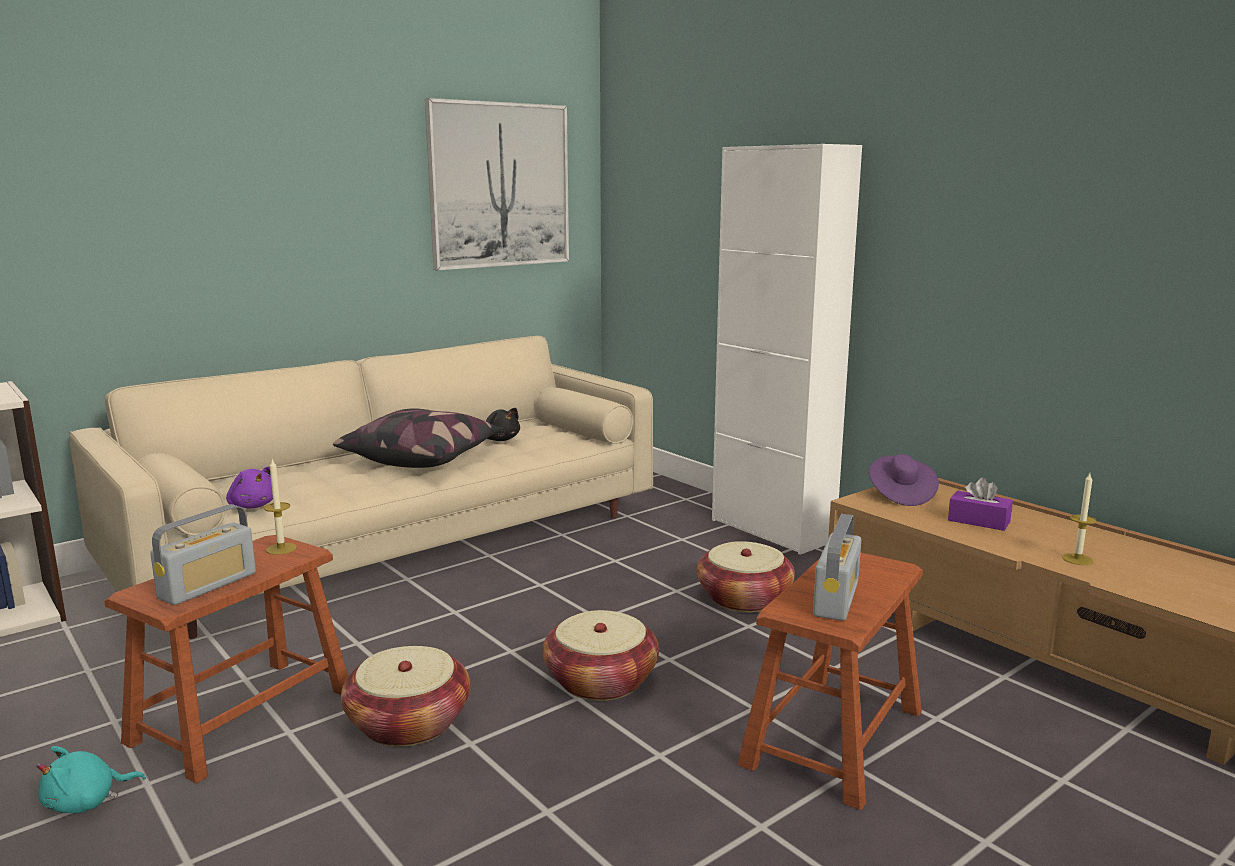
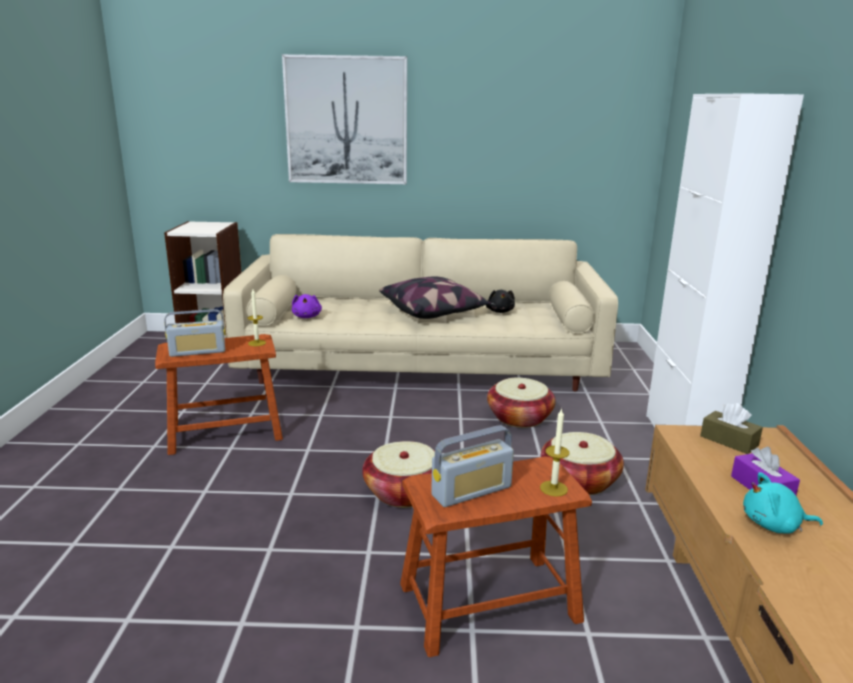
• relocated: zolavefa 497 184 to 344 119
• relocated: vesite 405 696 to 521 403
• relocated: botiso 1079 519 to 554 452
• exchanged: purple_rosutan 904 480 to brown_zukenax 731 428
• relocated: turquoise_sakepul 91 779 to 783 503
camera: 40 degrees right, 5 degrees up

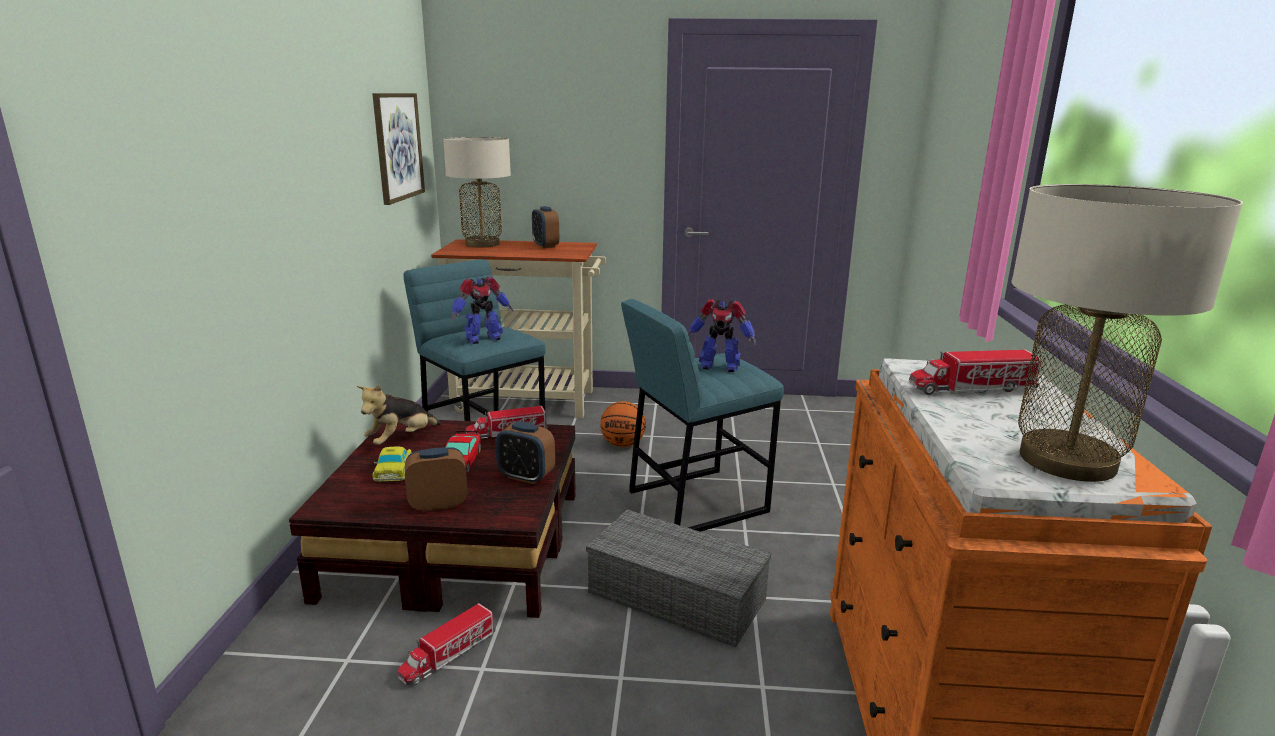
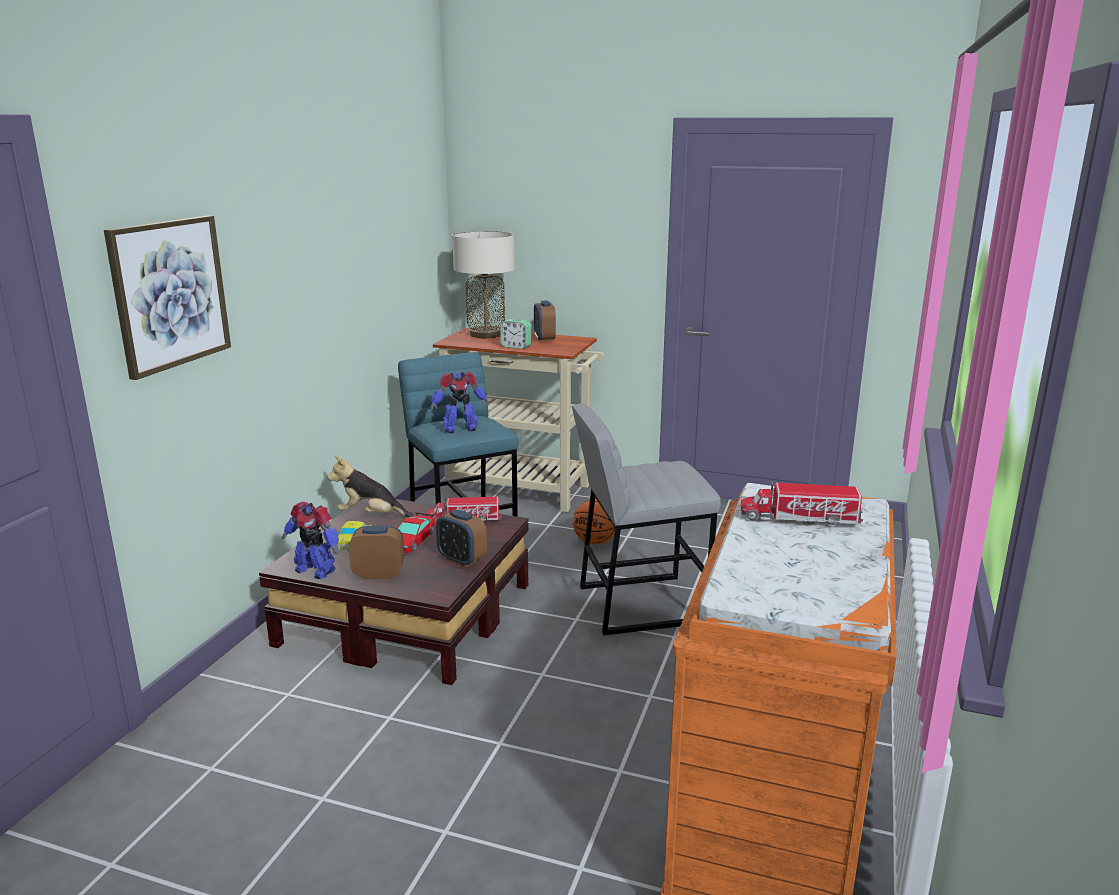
• relocated: zolavefa 398 149 to 167 298
• relocated: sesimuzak 722 335 to 310 540
• spun: sakepul 399 414 = 370 486 45 degrees clockwise
• appeared: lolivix 516 334
• colour: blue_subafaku 702 415 to grey_subafaku 646 519
• missing: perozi 446 644
• missing: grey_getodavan 678 578
• missing: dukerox 1127 333
camera: 15 degrees right, 0 degrees up

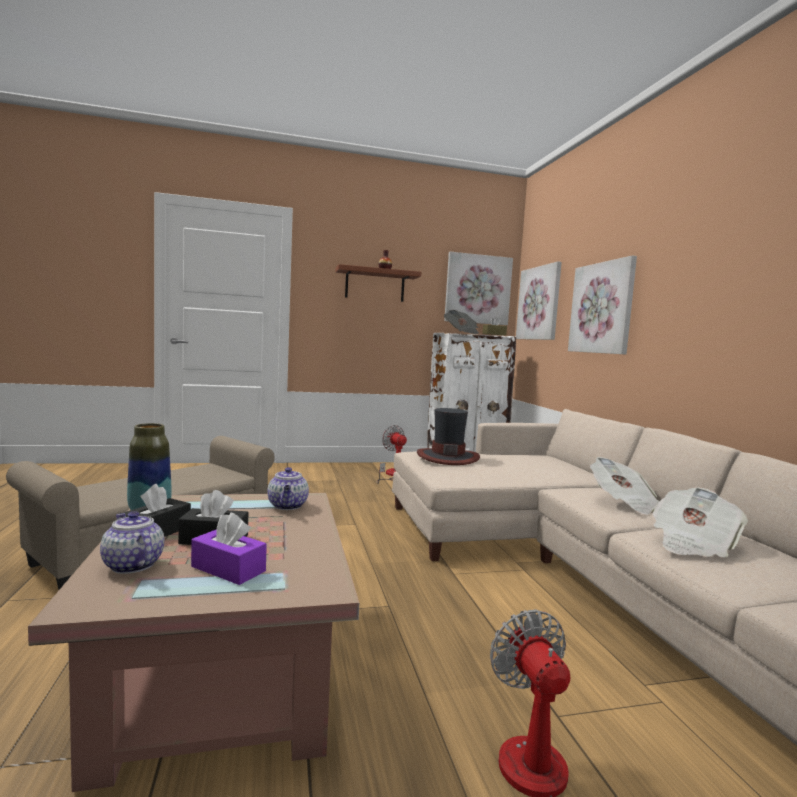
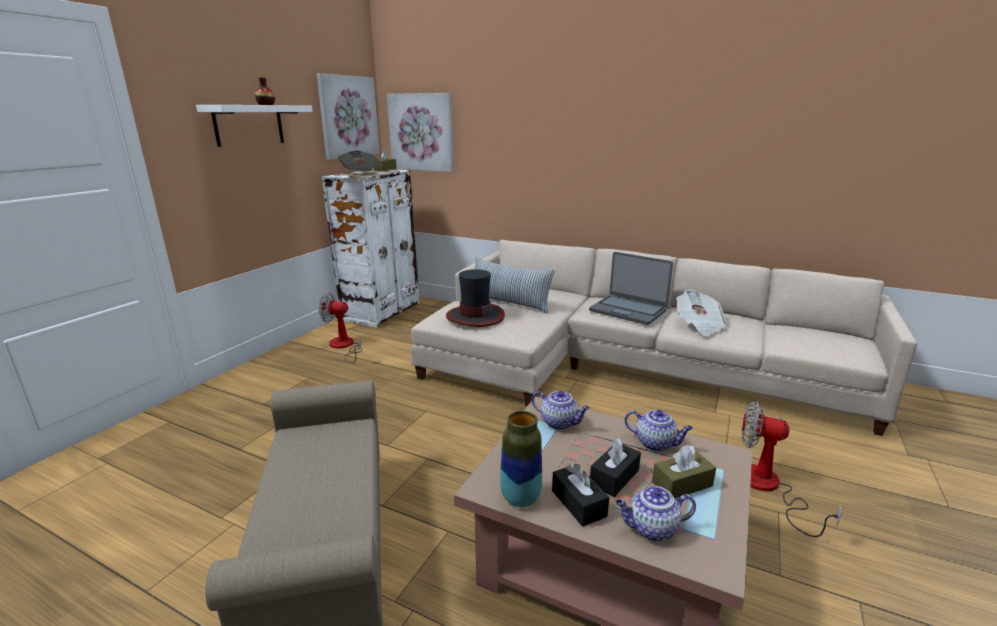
• colour: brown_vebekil 378 283 to white_vebekil 254 126
• appeared: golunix 515 285
• exchanged: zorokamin 624 486 to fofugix 631 288
• appeared: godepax 659 430
• colour: purple_zukenax 229 548 to brown_zukenax 684 471
• missing: zolavefa 602 305
camera: 50 degrees left, 15 degrees up

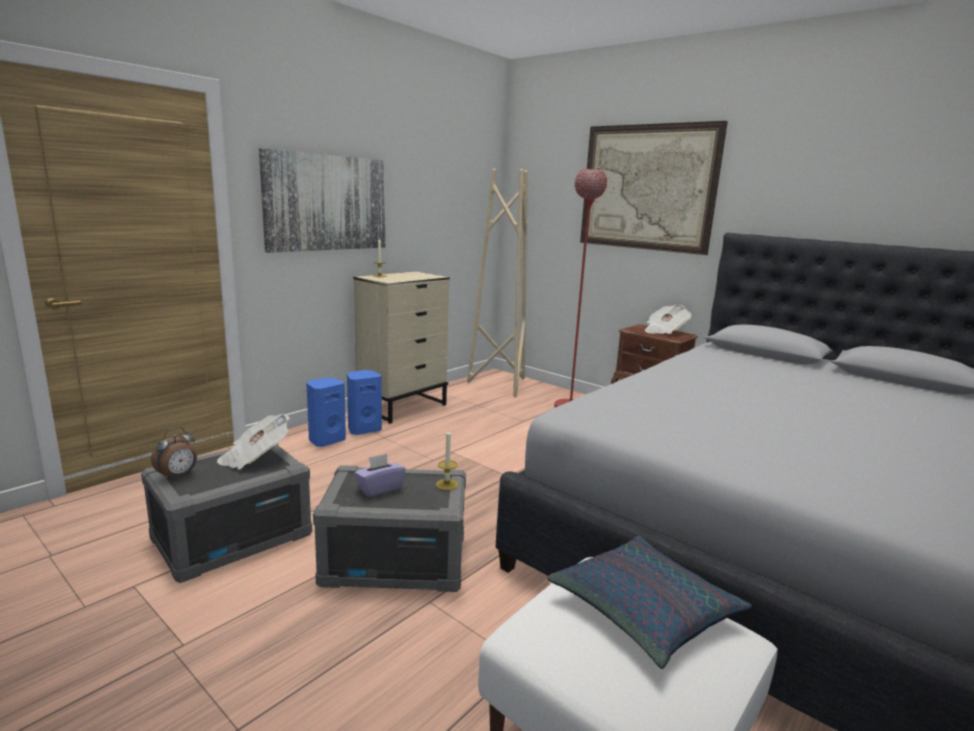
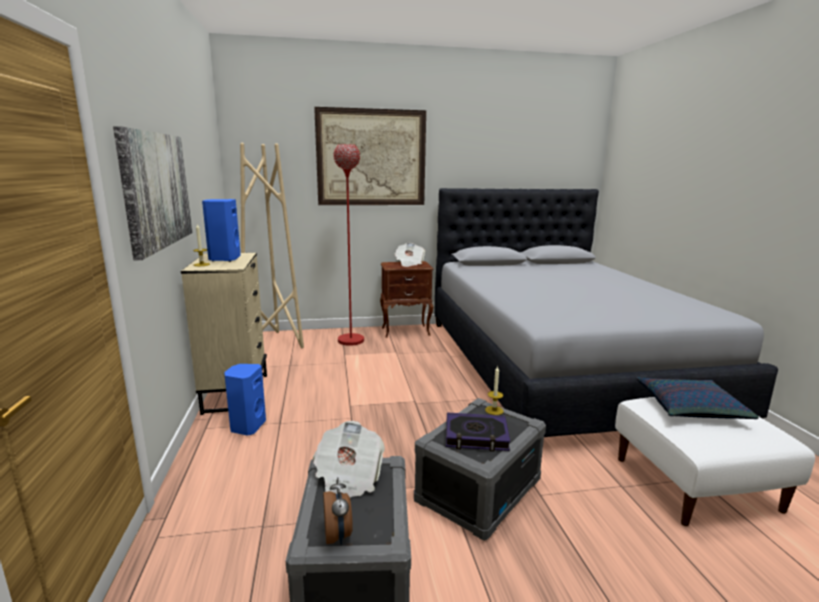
• relocated: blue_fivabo 326 412 to 221 230
• exchanged: purple_zukenax 380 475 to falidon 478 432
camera: 50 degrees left, 0 degrees up

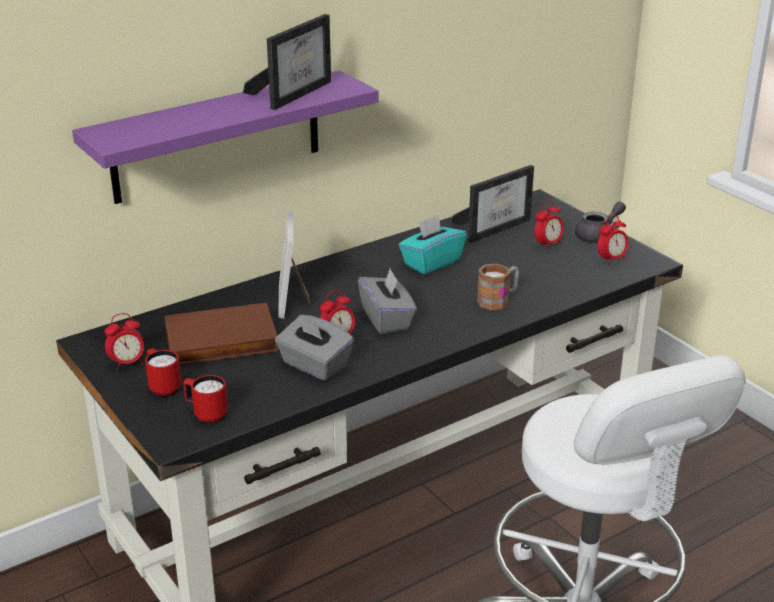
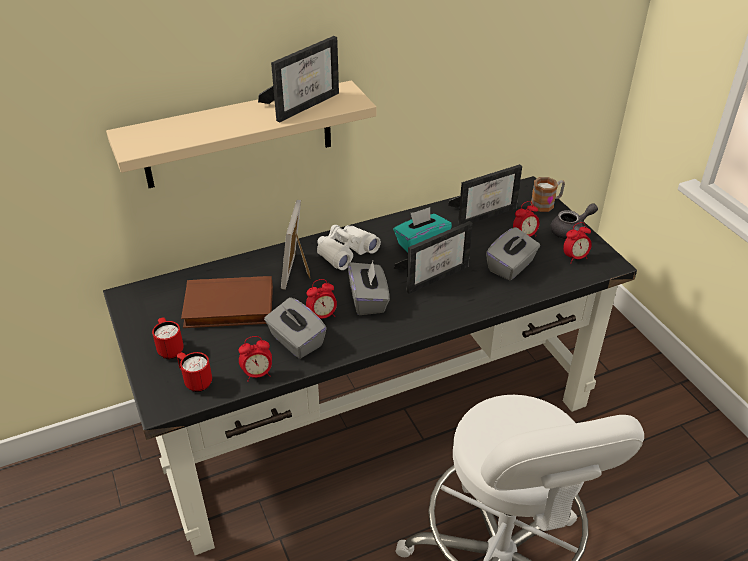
• colour: purple_vebekil 225 137 to beige_vebekil 241 134
• relocated: lolivix 124 342 to 255 359
• appeared: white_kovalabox 349 247
• appeared: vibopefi 433 257
• appeared: grey_zukenax 513 254
• relocated: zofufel 498 286 to 548 194
camera: 10 degrees right, 10 degrees up

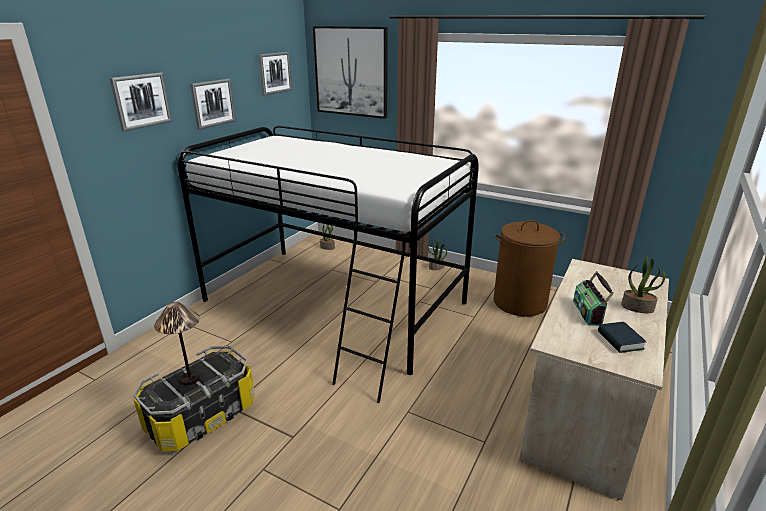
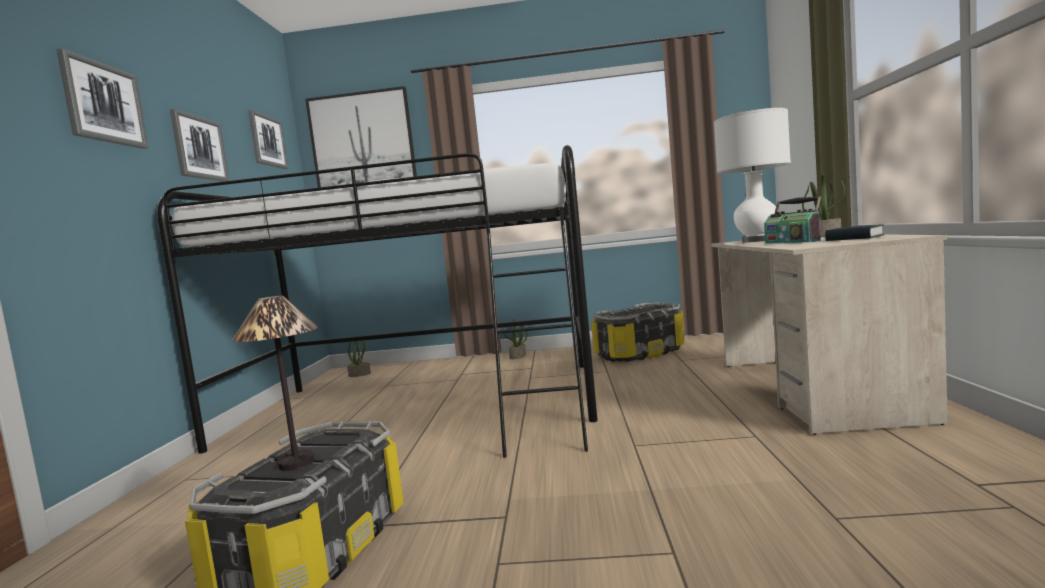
• exchanged: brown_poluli 529 268 to getodavan 638 332
• appeared: white_dukerox 752 175
camera: 25 degrees left, 20 degrees down

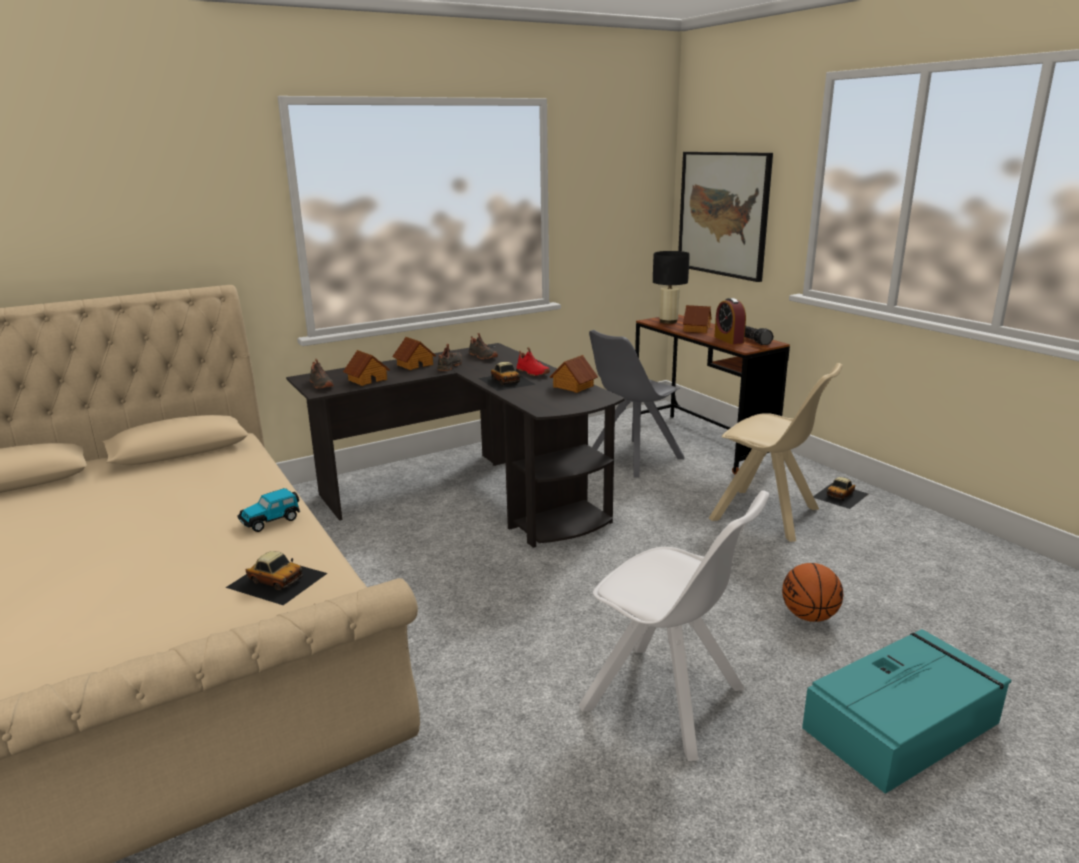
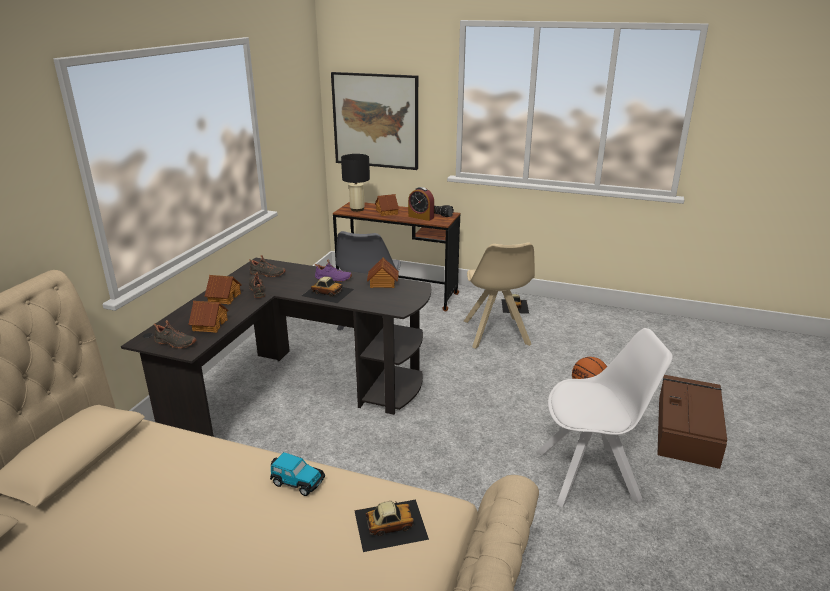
• spun: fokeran 269 510 = 297 474 75 degrees counterclockwise
• colour: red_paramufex 533 361 to purple_paramufex 333 271
• spun: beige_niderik 776 452 = 499 295 90 degrees clockwise
• colour: turquoise_getodavan 907 711 to brown_getodavan 692 422
camera: 40 degrees left, 5 degrees up

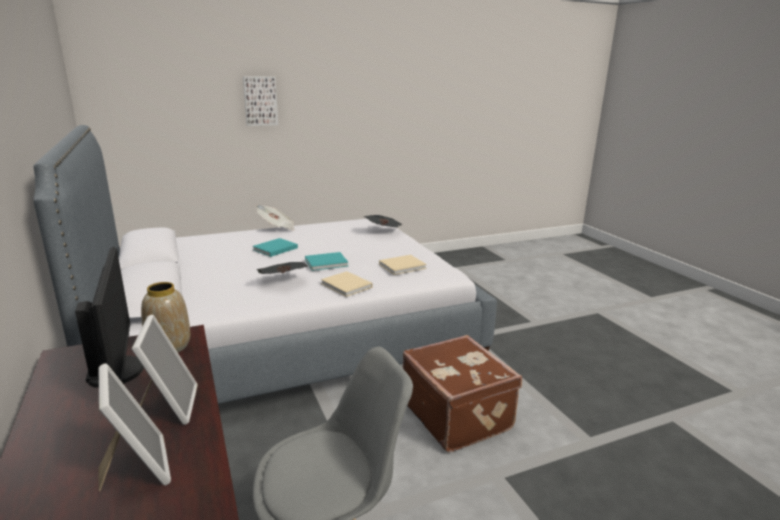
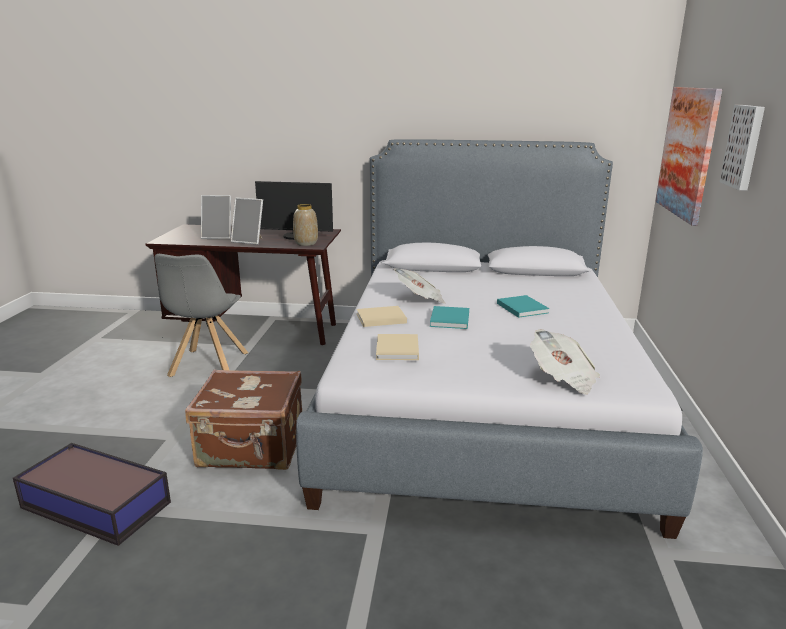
• appeared: getodavan 92 494
• appeared: zolavefa 689 156
• missing: zorokamin 275 217
camera: 120 degrees right, 0 degrees up

